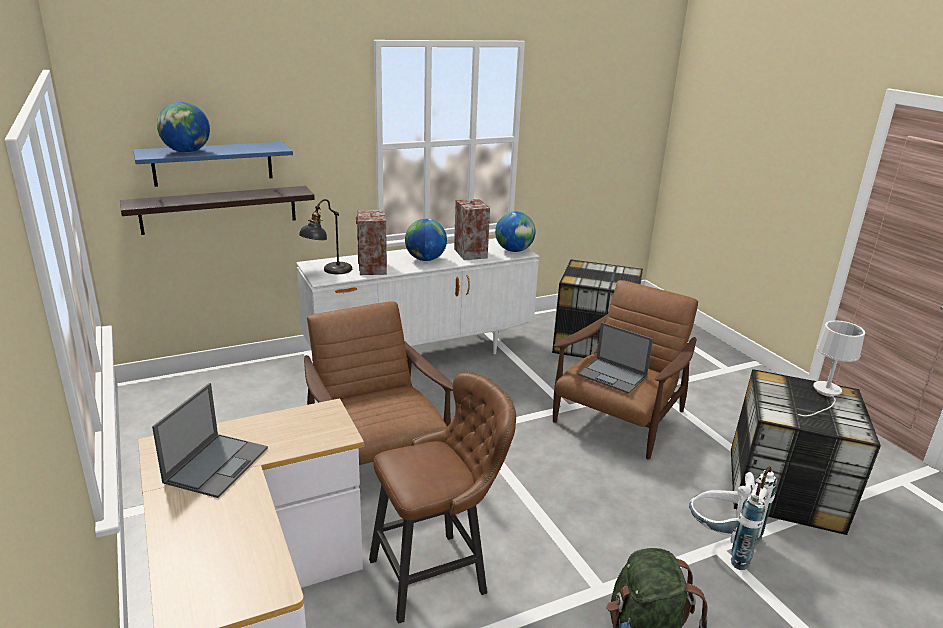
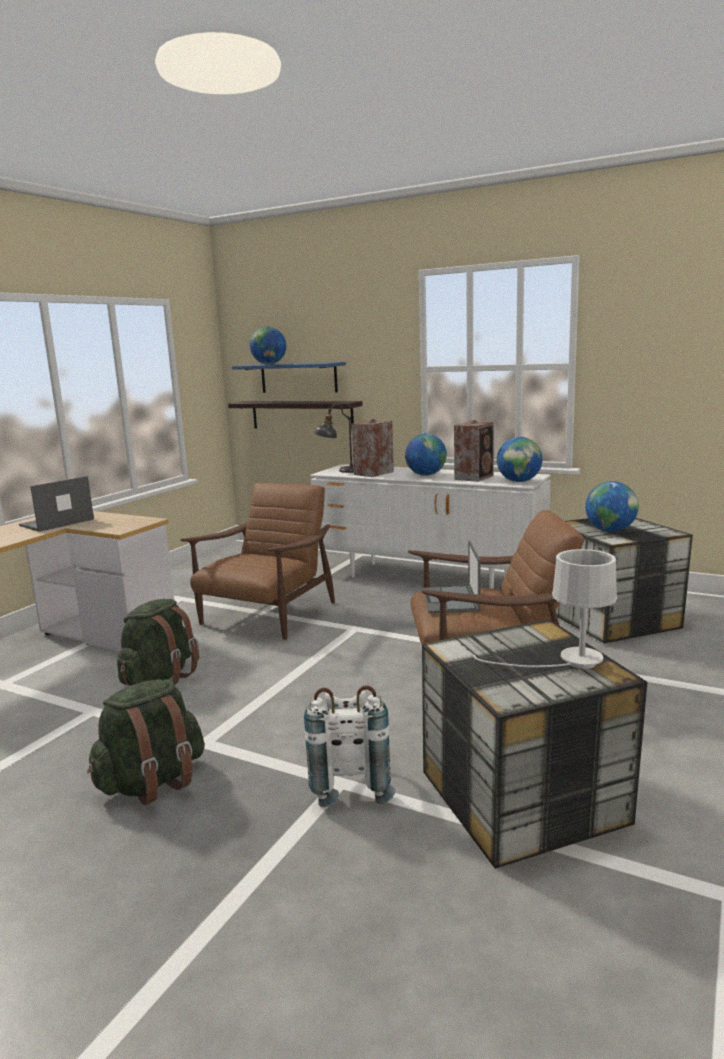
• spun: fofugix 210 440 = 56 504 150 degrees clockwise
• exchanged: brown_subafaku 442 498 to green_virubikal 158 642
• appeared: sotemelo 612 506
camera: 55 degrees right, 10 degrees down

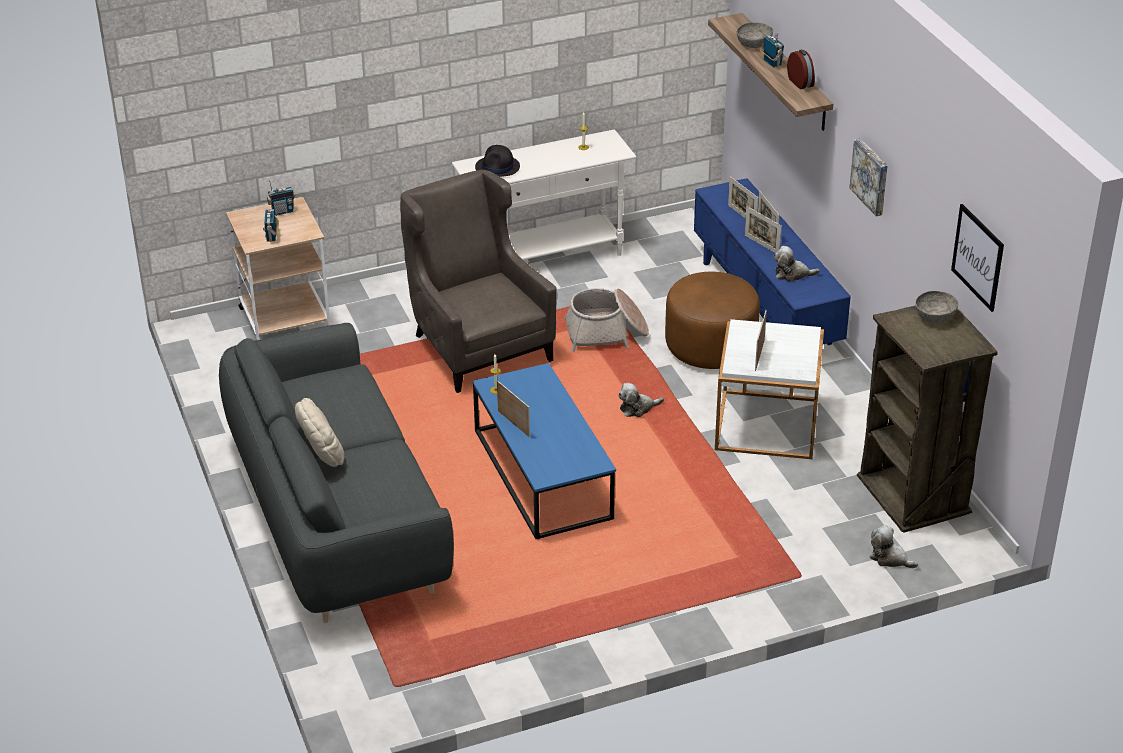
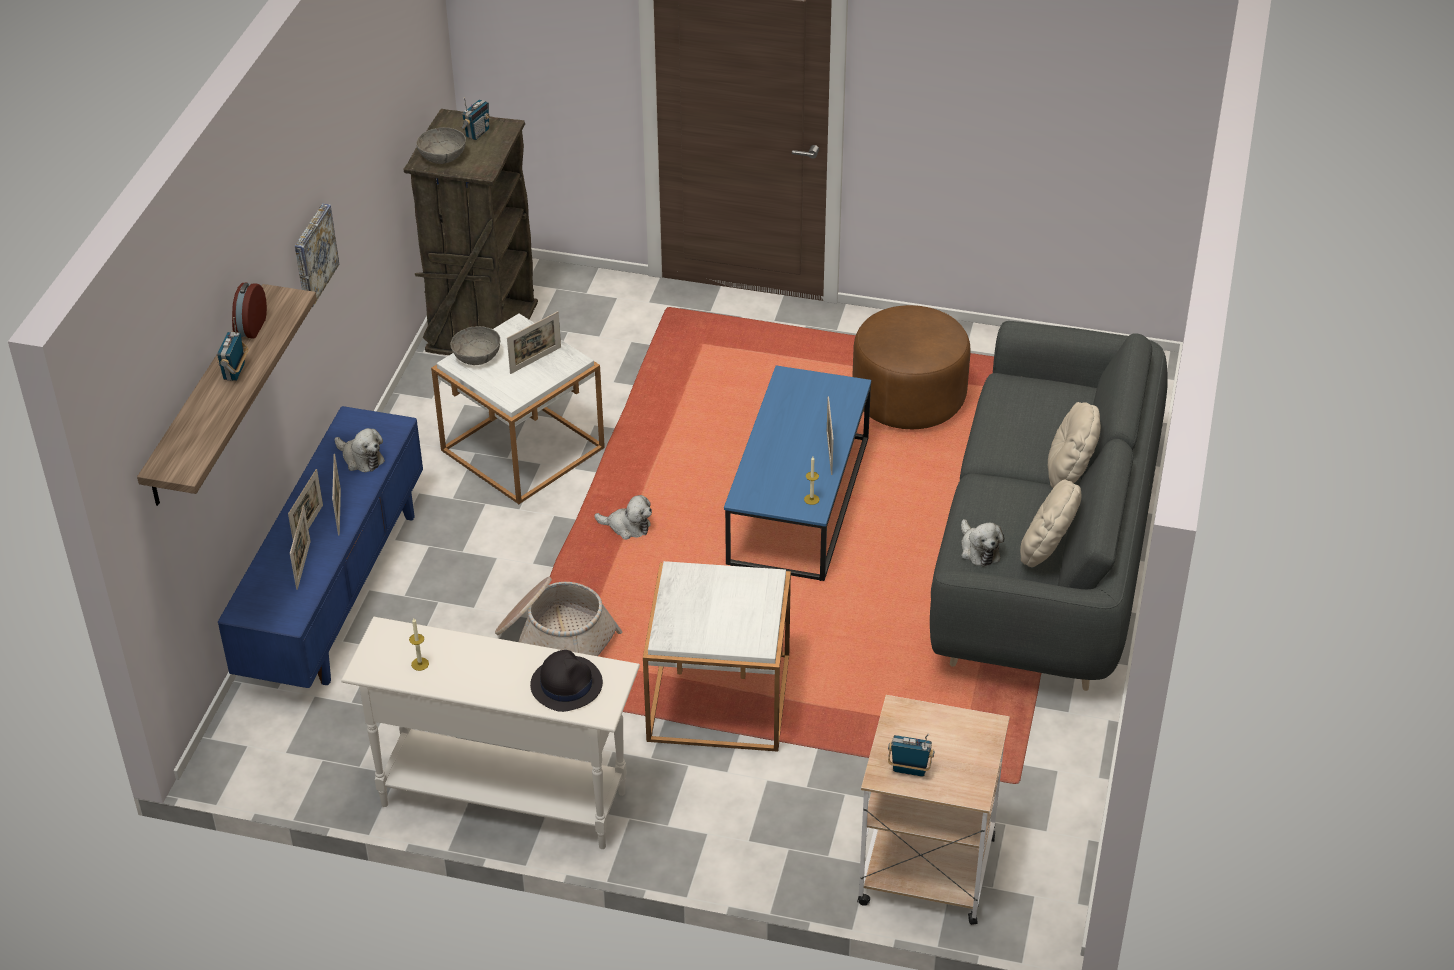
• relocated: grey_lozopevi 755 35 to 475 345
• relocated: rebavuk 271 220 to 475 118
• exchanged: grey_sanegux 478 281 to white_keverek 717 656
• relocated: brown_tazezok 712 320 to 911 367
• relocated: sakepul 894 546 to 982 543
• appeared: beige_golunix 1050 523
• missing: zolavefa 977 258
camera: 145 degrees left, 5 degrees up

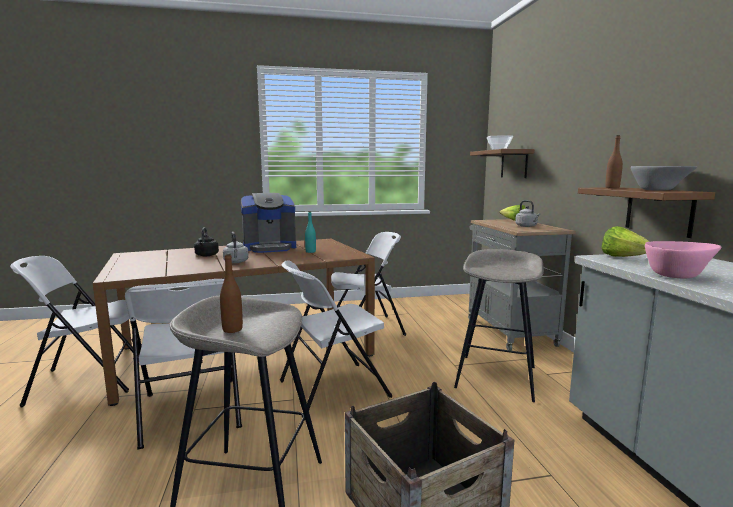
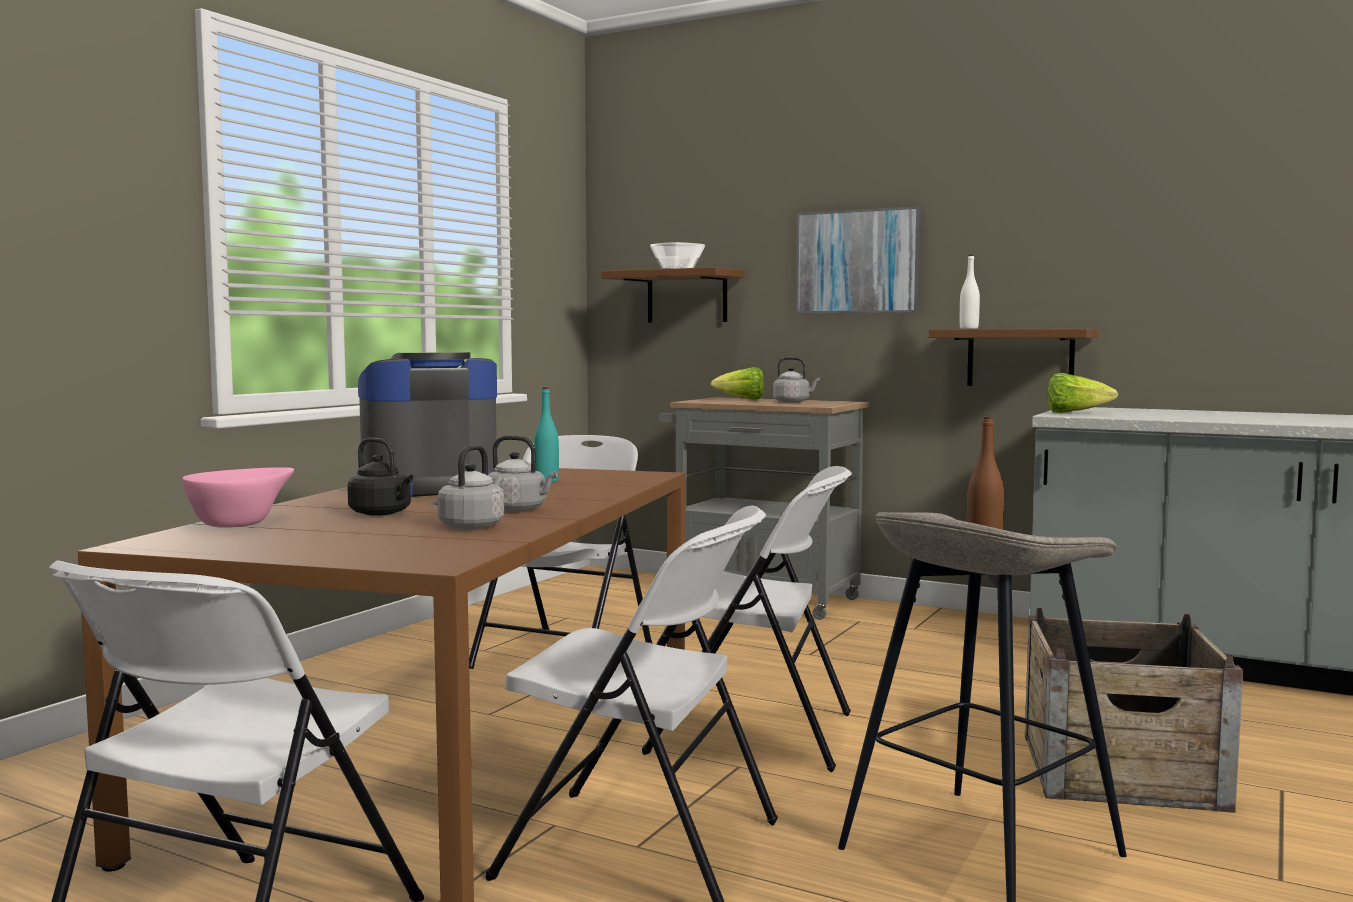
• relocated: pink_lozopevi 683 259 to 238 497
• spun: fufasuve 268 223 = 427 424 135 degrees counterclockwise
• appeared: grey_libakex 470 487
• spun: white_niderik 336 339 = 747 619 90 degrees counterclockwise
• appeared: zolavefa 858 260
• colour: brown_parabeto 614 161 to white_parabeto 970 292
• missing: grey_subafaku 499 325
• missing: grey_lozopevi 664 178
camera: 50 degrees left, 5 degrees down

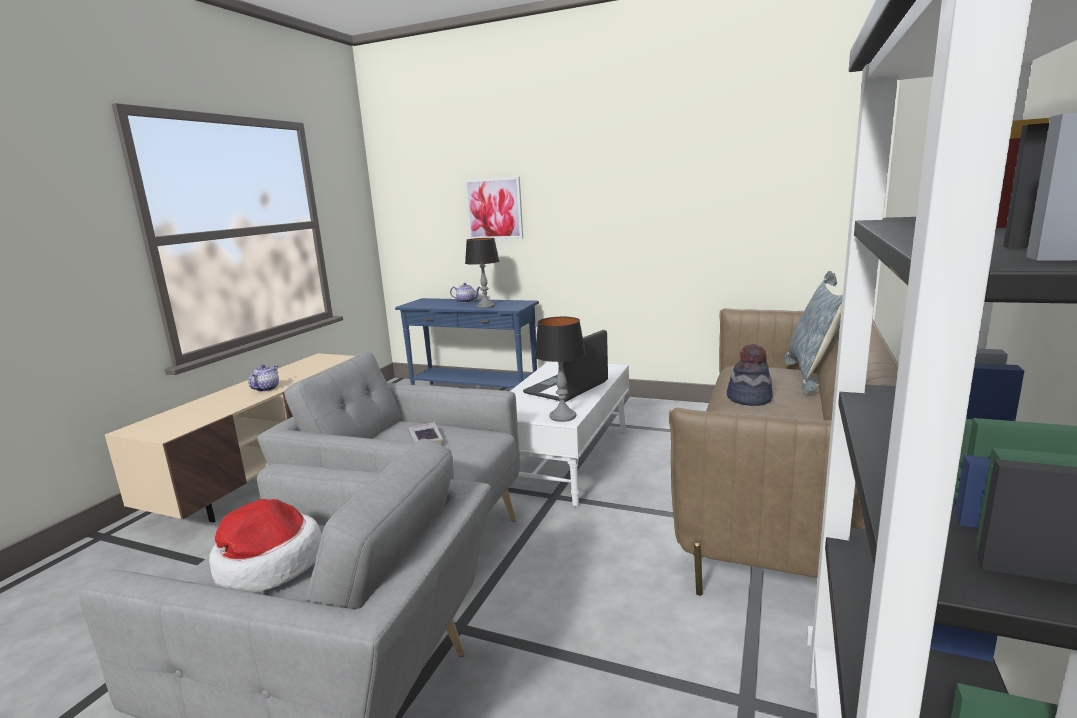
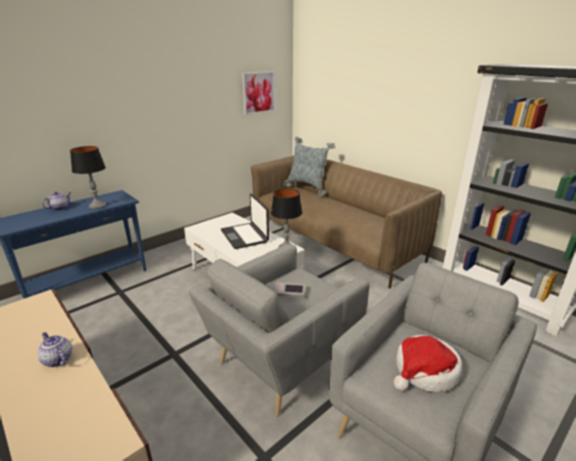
• relocated: zolavefa 494 208 to 258 93
• missing: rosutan 750 375
camera: 65 degrees left, 10 degrees up

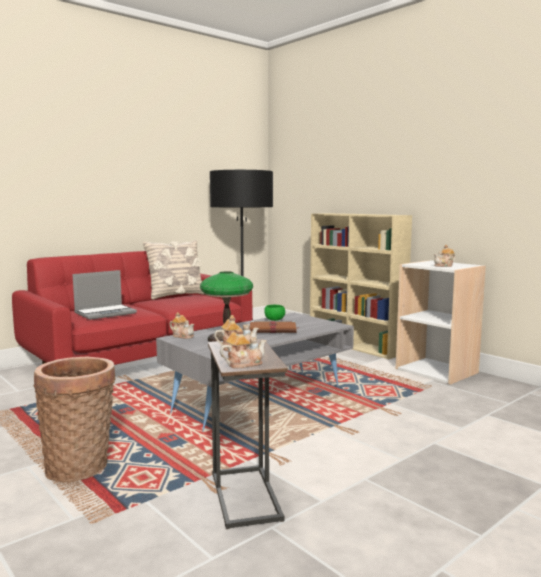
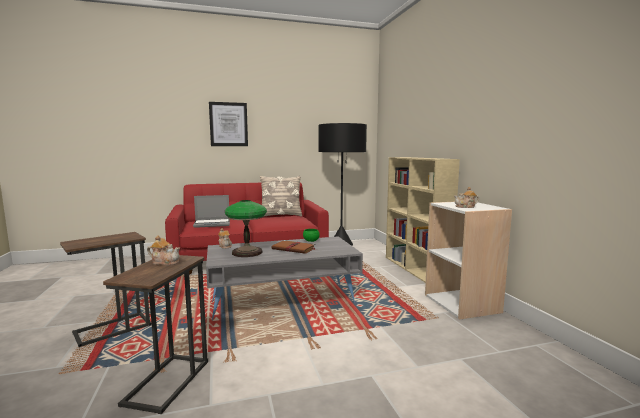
• exchanged: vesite 75 419 to brown_keverek 106 290
• appeared: zolavefa 228 124
• missing: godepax 243 348
camera: 25 degrees right, 0 degrees up

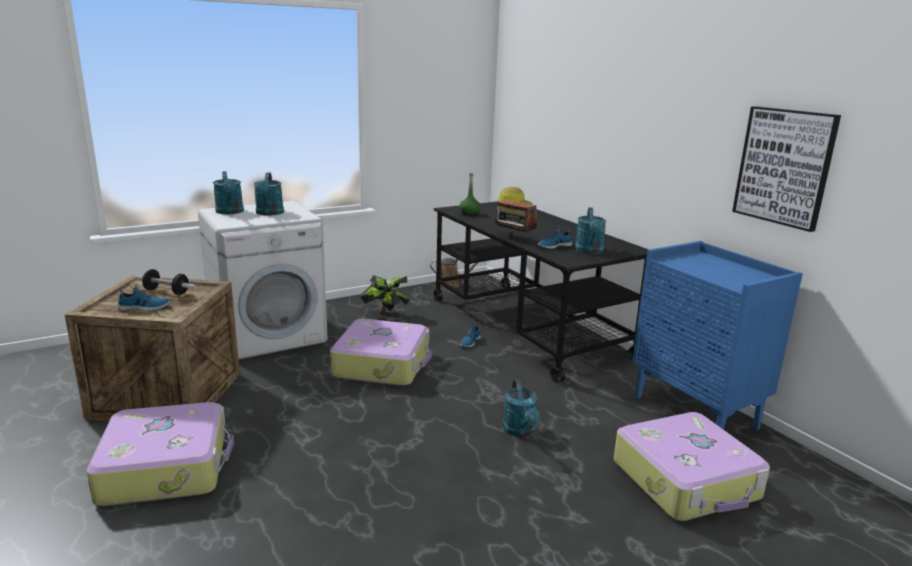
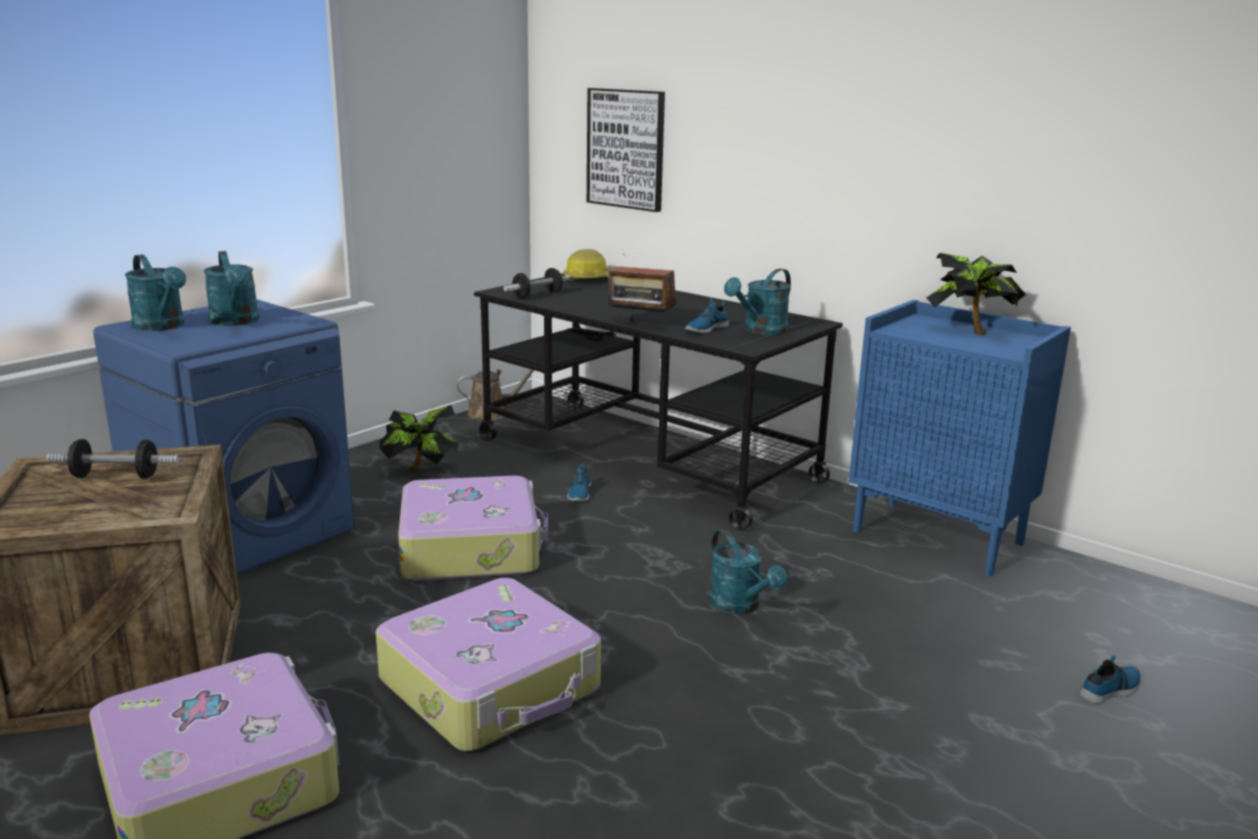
• colour: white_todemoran 262 280 to blue_todemoran 223 437
• relocated: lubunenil 692 466 to 488 664
• exchanged: green_parabeto 470 194 to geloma 537 283
• relocated: zolavefa 786 169 to 626 150
• spun: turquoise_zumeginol 590 231 = 757 302 60 degrees clockwise
• appeared: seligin 976 294
• relocated: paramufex 144 297 to 1110 679
camera: 20 degrees left, 0 degrees up

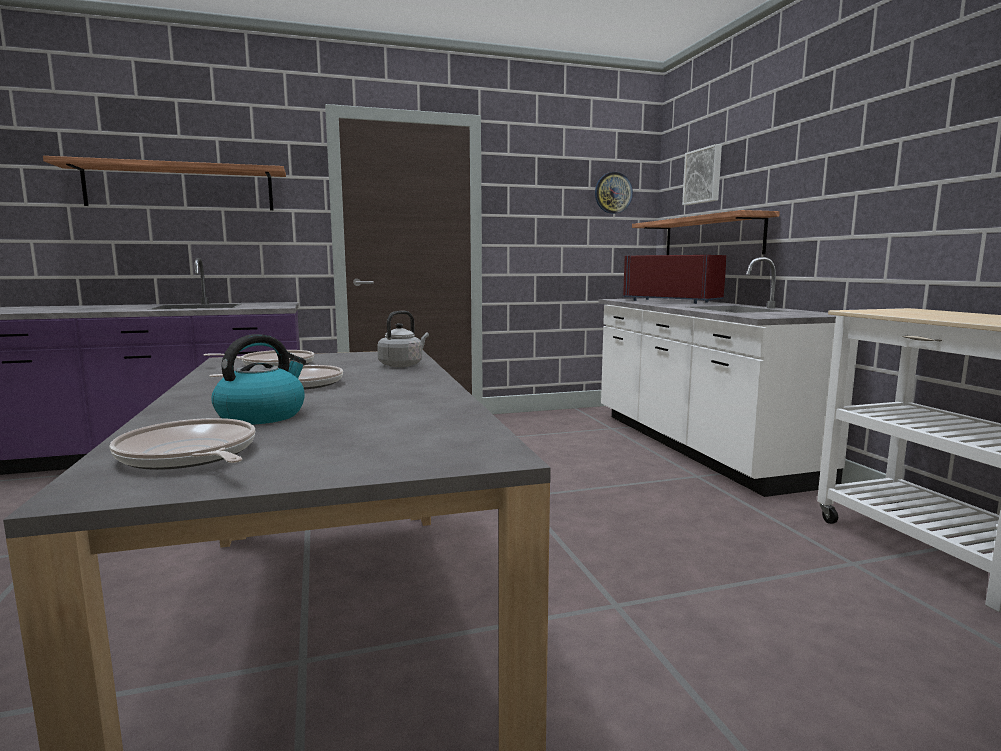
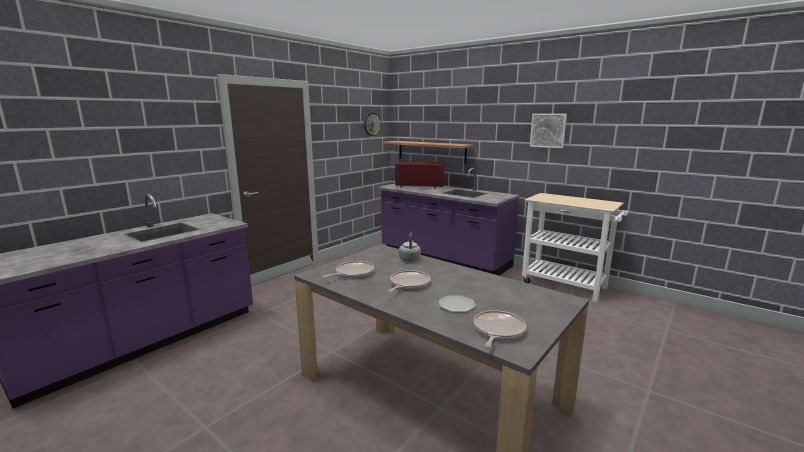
• colour: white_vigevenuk 728 377 to purple_vigevenuk 449 221
• exchanged: libakex 258 379 to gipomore 457 303
• spun: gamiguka 182 444 = 500 329 105 degrees clockwise
• relocated: zolavefa 702 174 to 548 131
• missing: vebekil 164 183
camera: 35 degrees left, 5 degrees up

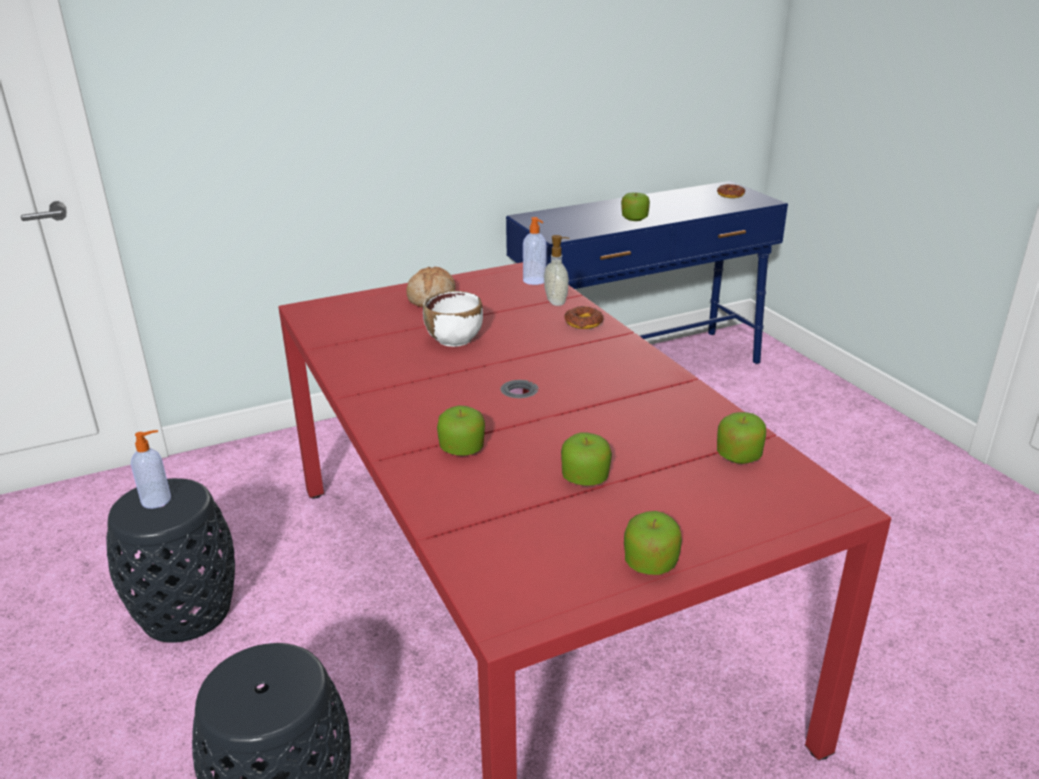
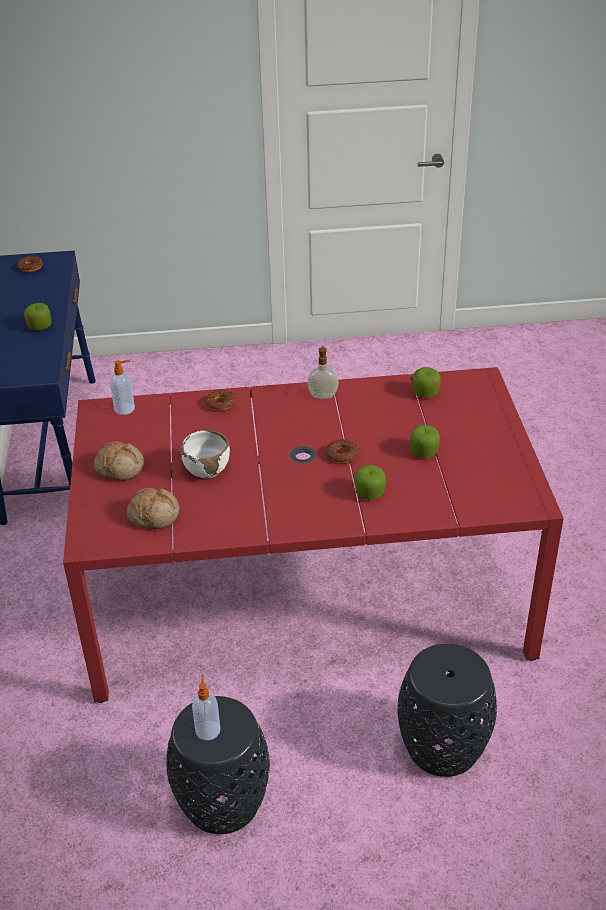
• appeared: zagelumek 153 508
• relocated: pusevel 557 270 to 323 372
• appeared: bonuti 342 451
• missing: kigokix 653 543
camera: 70 degrees left, 10 degrees up

